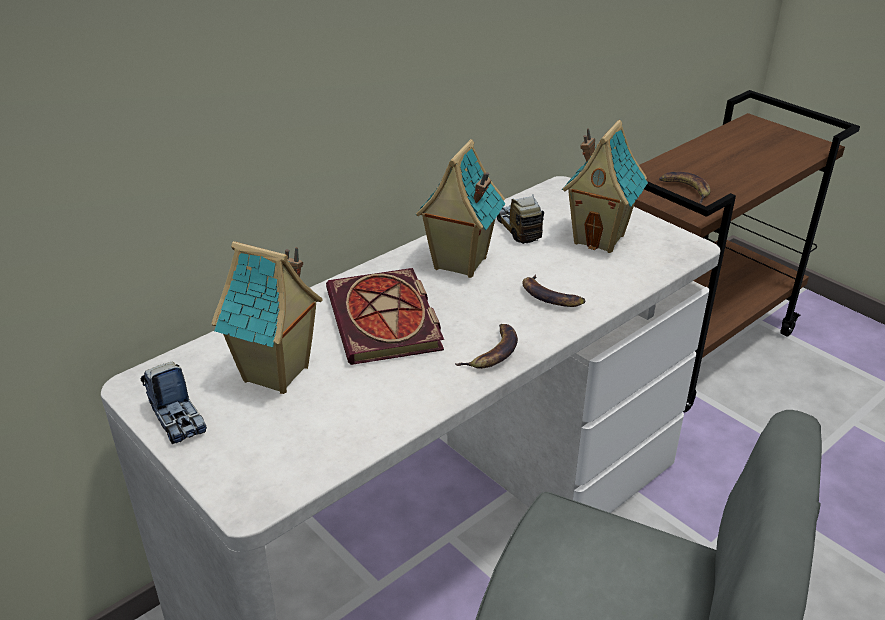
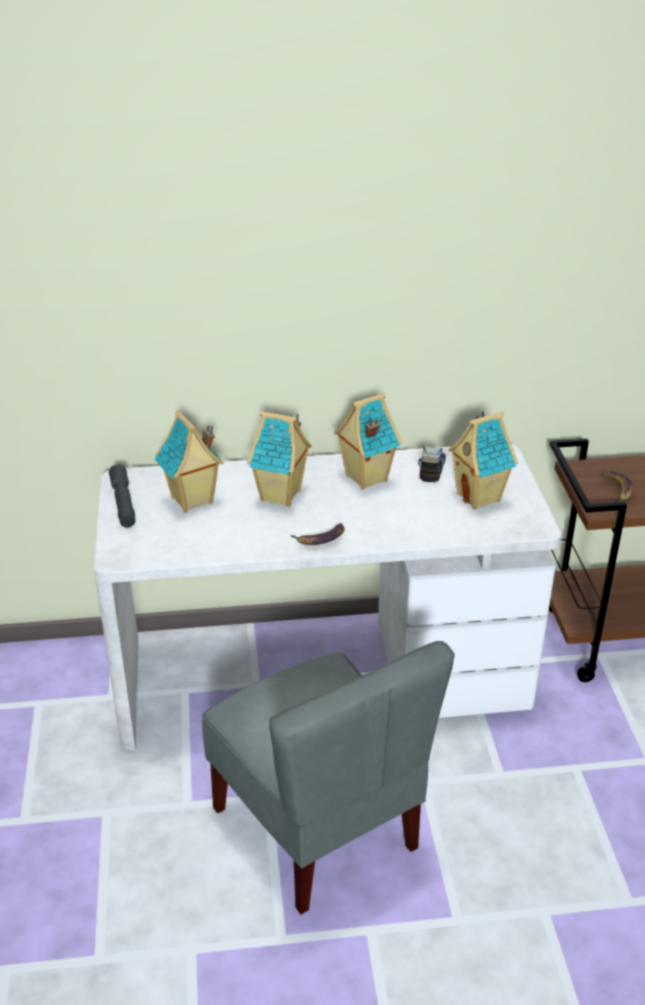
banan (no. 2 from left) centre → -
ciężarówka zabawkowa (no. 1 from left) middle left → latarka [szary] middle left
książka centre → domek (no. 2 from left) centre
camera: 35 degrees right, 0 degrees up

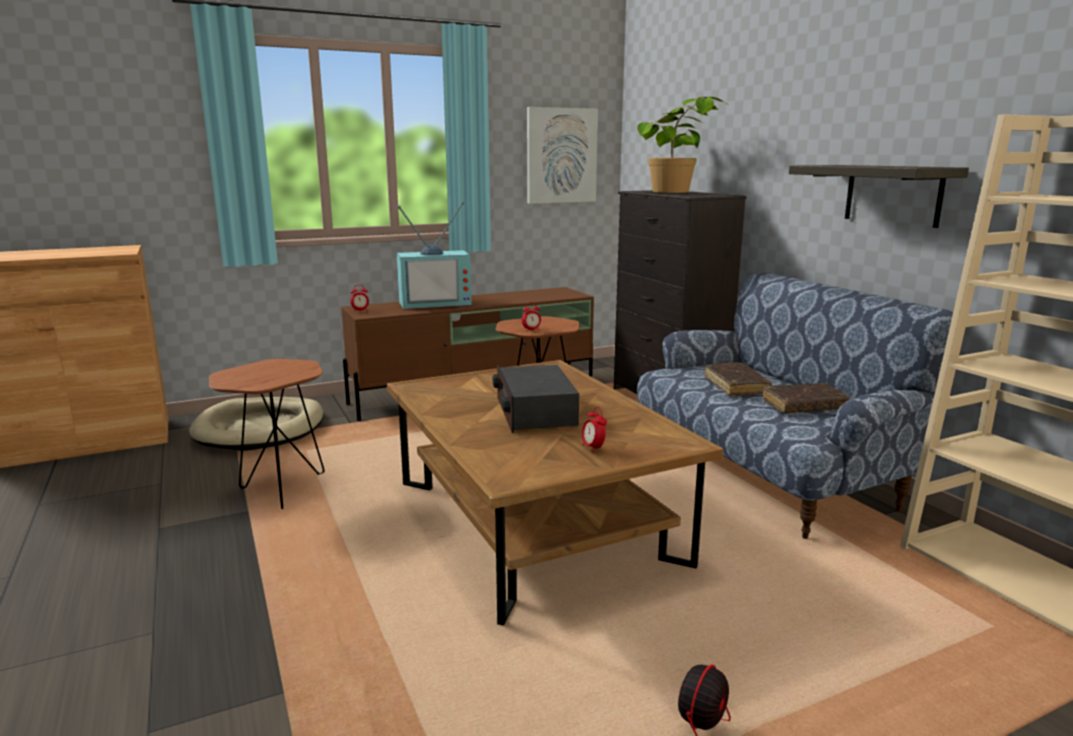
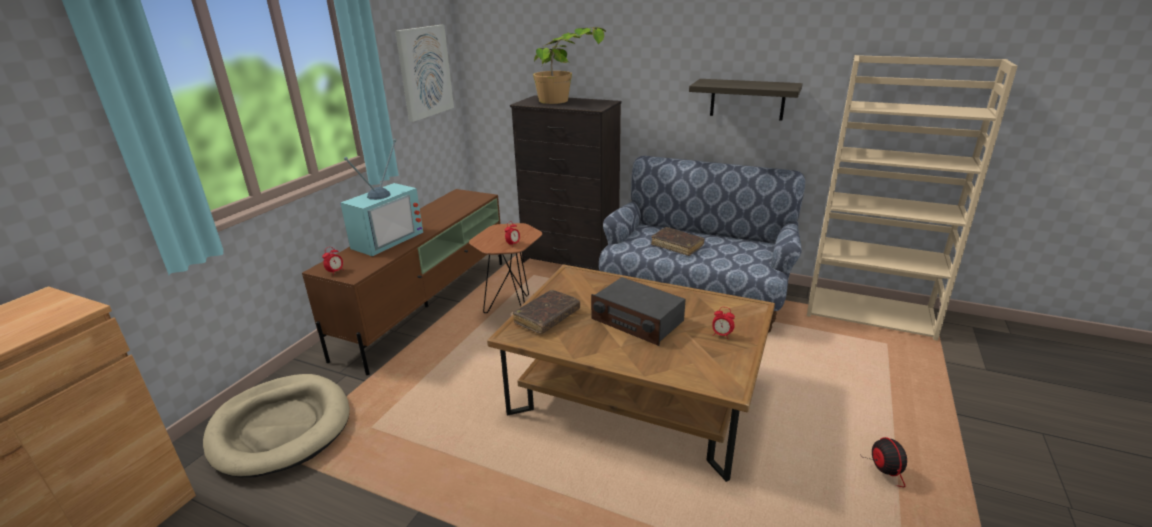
stolik [brązowy] (no. 1 from left) middle left → -
książka [brązowy] (no. 2 from left in the first image) middle right → książka [brązowy] (no. 1 from left) centre, relocated
camera: 40 degrees left, 10 degrees up

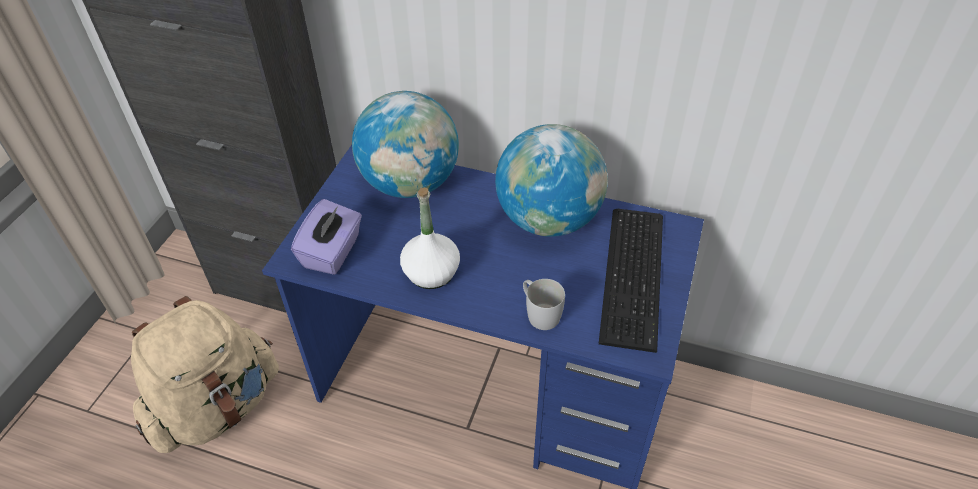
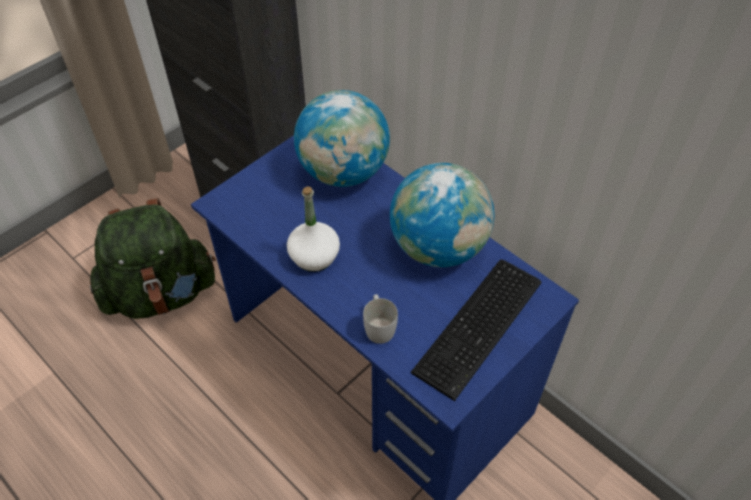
pudełko chusteczek [fioletowy] centre → -
plecak [beżowy] bottom left → plecak [zielony] middle left
camera: 25 degrees right, 5 degrees up

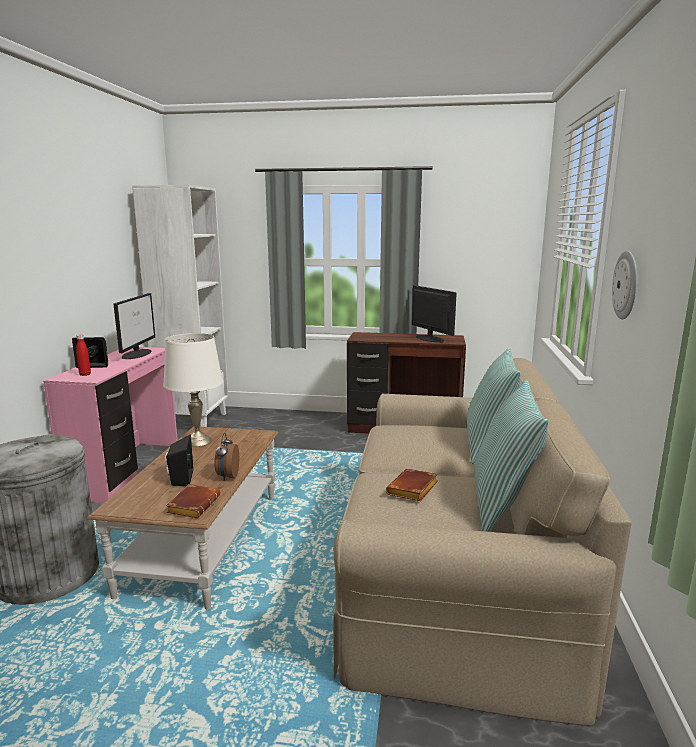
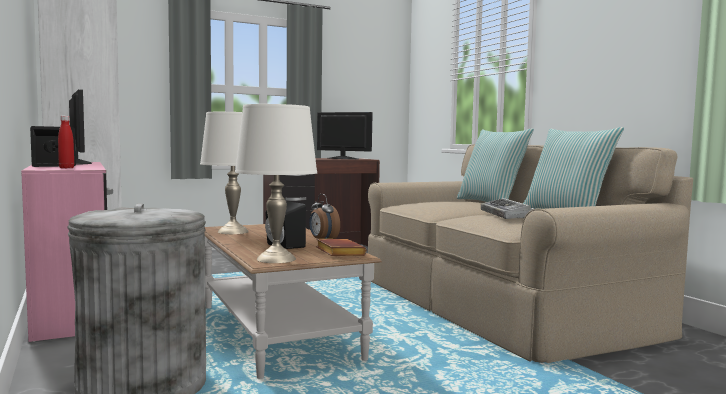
zegar ścienny middle right → -
- → lampa stołowa [biały] (no. 2 from left) centre
książka [brązowy] (no. 2 from left) centre → klawiatura middle right
camera: 35 degrees left, 10 degrees down

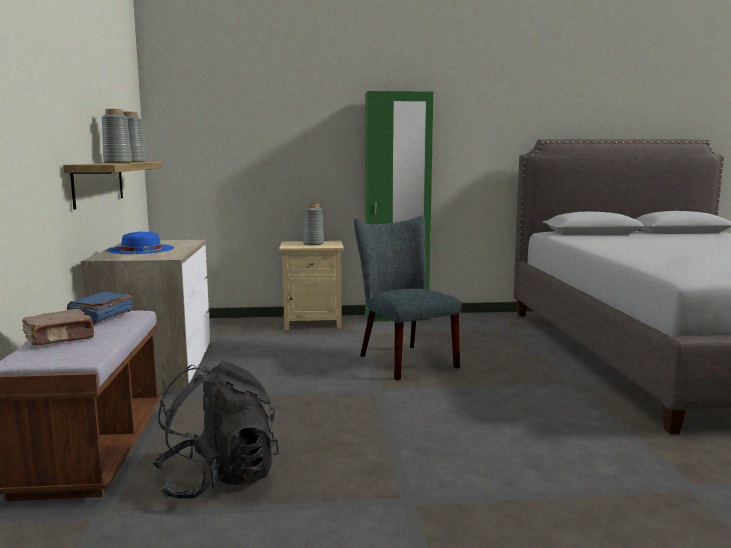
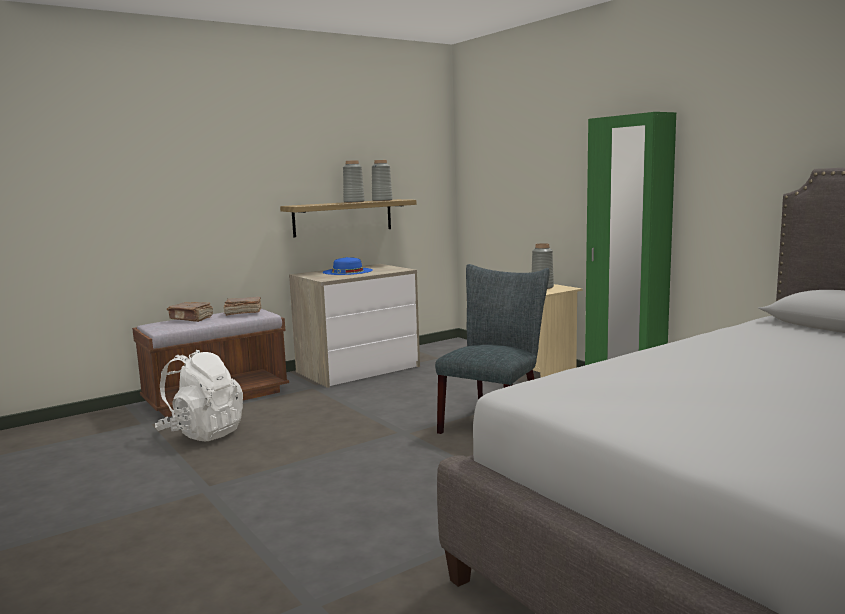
książka [niebieski] middle left → książka [brązowy] (no. 2 from left) middle left
plecak [czarny] bottom left → plecak [biały] middle left
camera: 60 degrees right, 0 degrees up

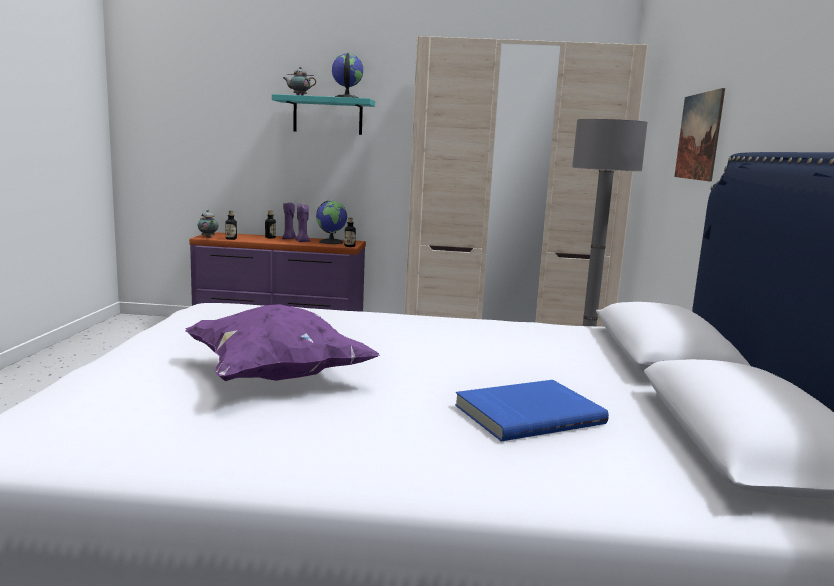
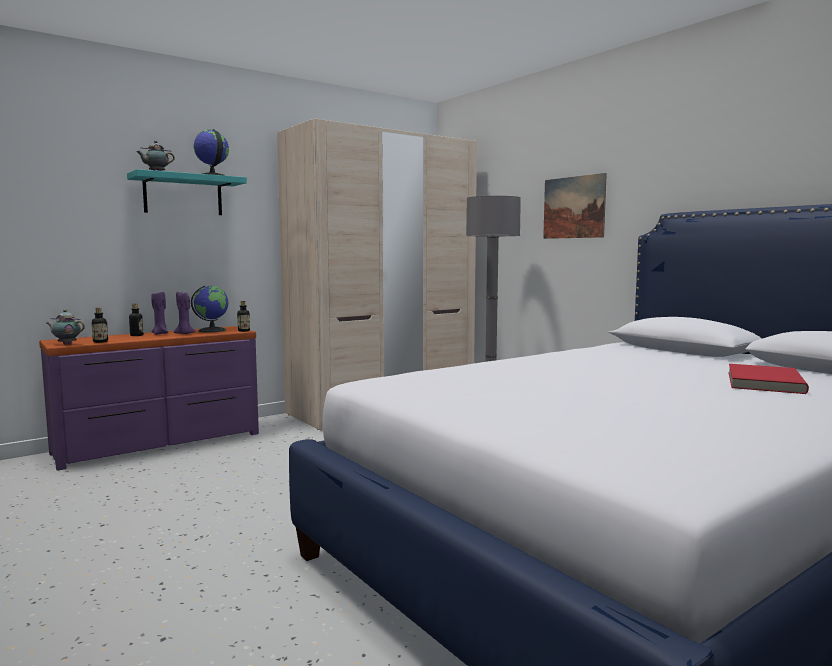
poduszka [fioletowy] centre → -
książka [niebieski] bottom centre → książka [czerwony] middle right
camera: 40 degrees left, 5 degrees down

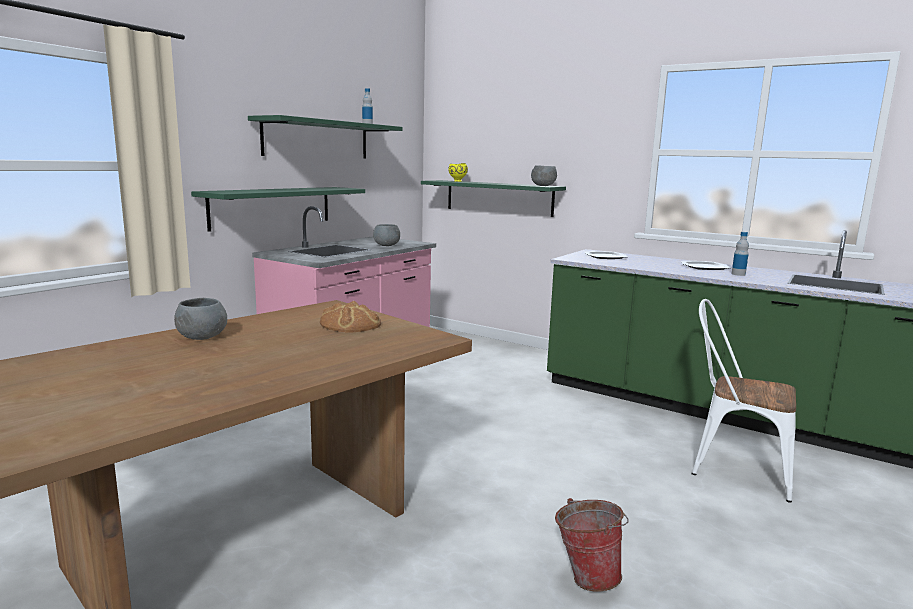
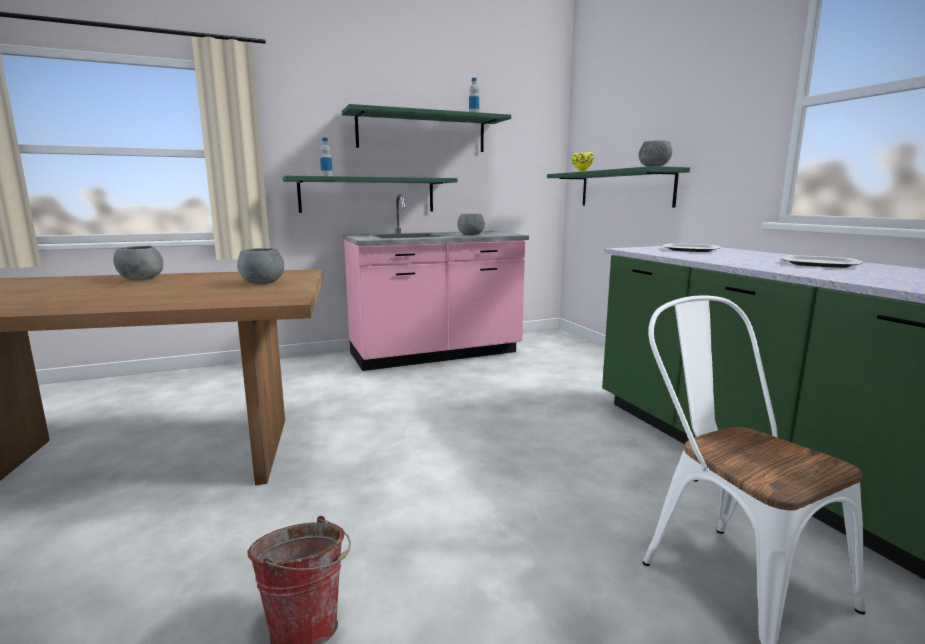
butelka (no. 2 from left in the first image) middle right → butelka (no. 1 from left) top centre, relocated
chleb centre → miska [szary] (no. 2 from left) middle left
camera: 35 degrees right, 0 degrees up

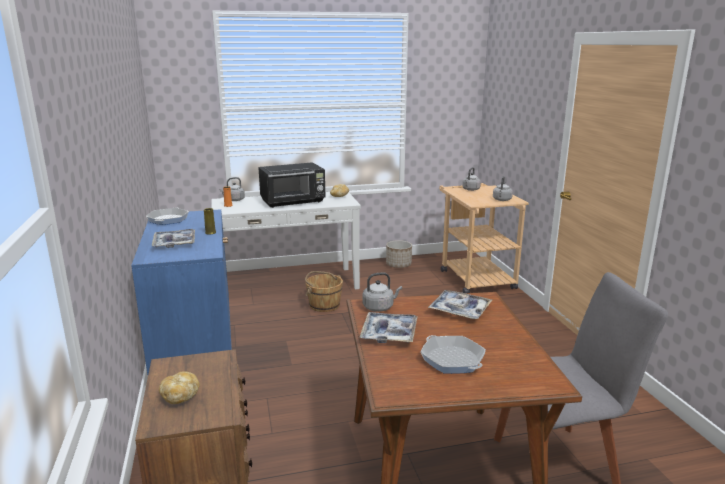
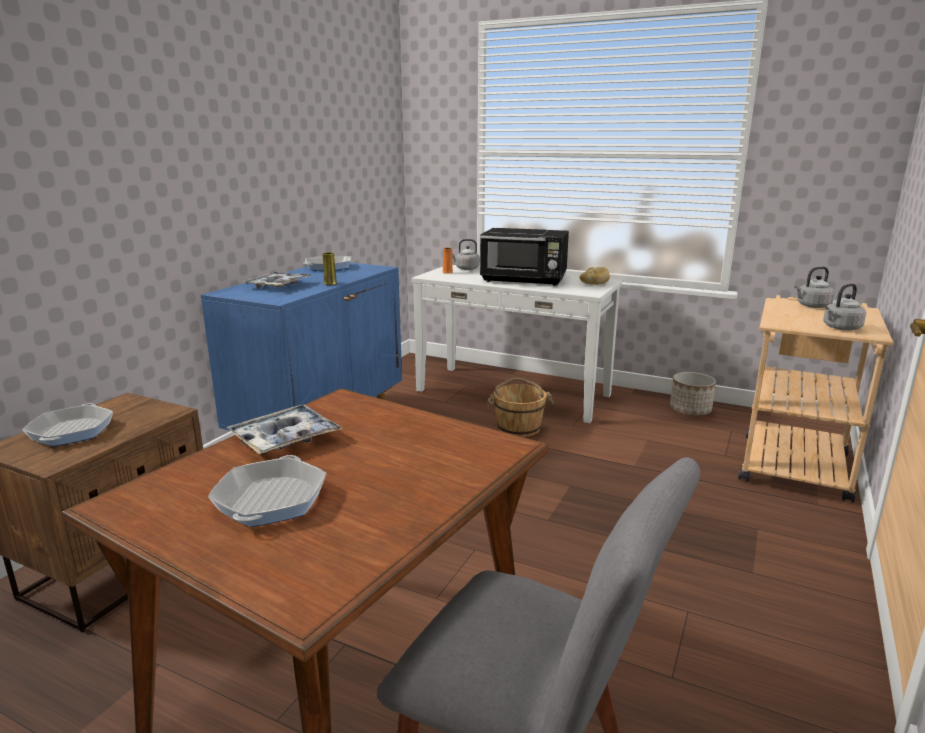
czajnik [szary] (no. 2 from left) centre → -
taca (no. 3 from left) centre → -
chleb (no. 1 from left) bottom left → patelnia (no. 1 from left) middle left
camera: 40 degrees right, 0 degrees up

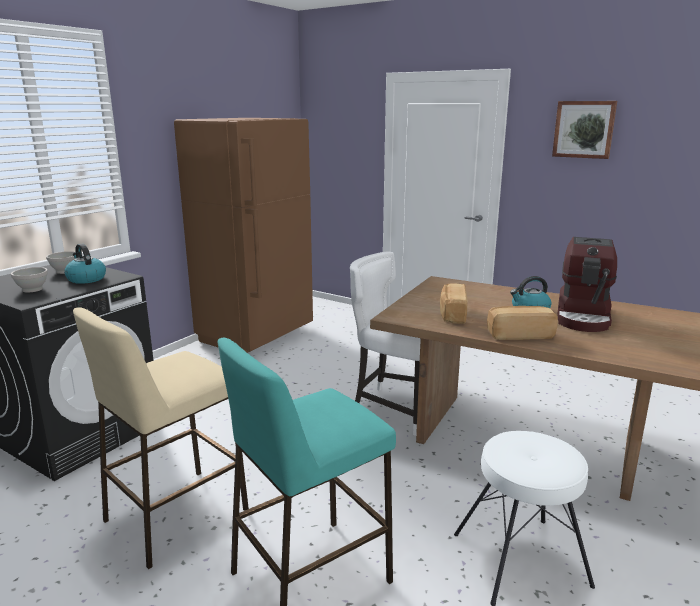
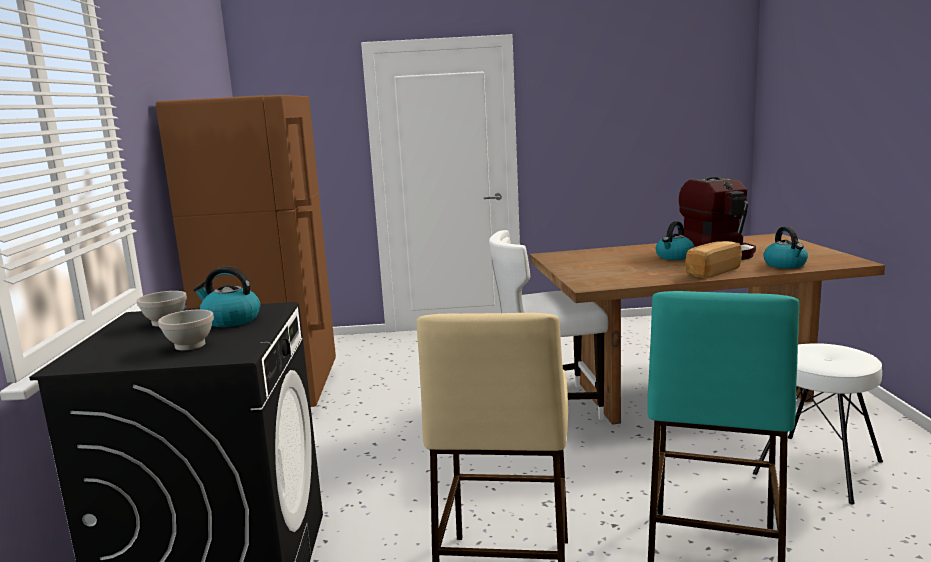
chleb (no. 1 from left) centre → -
obraz top right → -
- → czajnik (no. 3 from left) middle right
camera: 35 degrees left, 5 degrees down

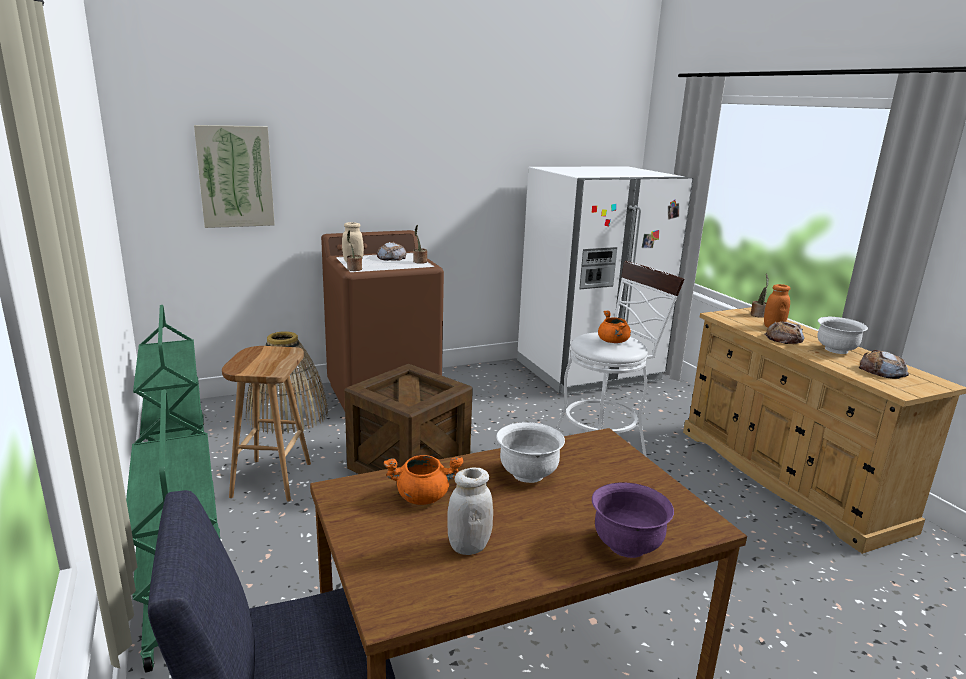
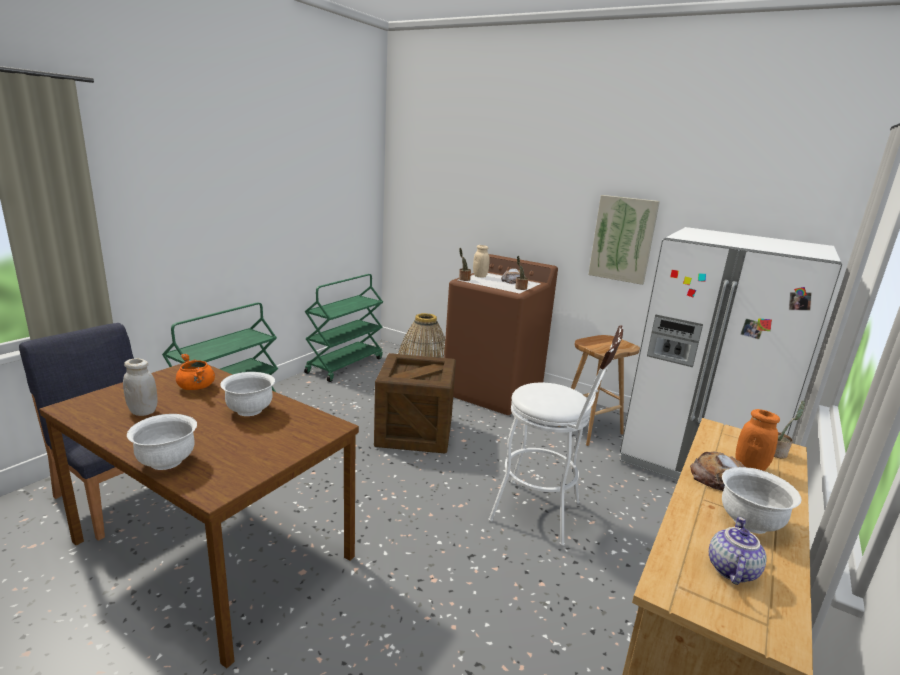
garnek [pomarańczowy] (no. 2 from left) centre → -
obraz top left → obraz middle right, relocated
stołek [brązowy] middle left → stołek [brązowy] centre, relocated
chleb (no. 3 from left) middle right → imbryk bottom right
miska [fioletowy] bottom centre → miska [biały] (no. 1 from left) middle left
camera: 55 degrees right, 0 degrees up

